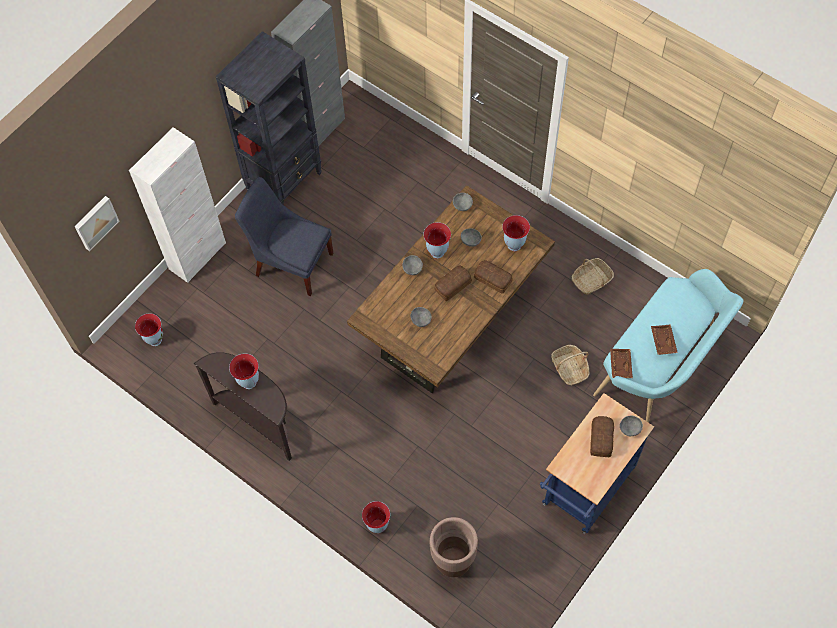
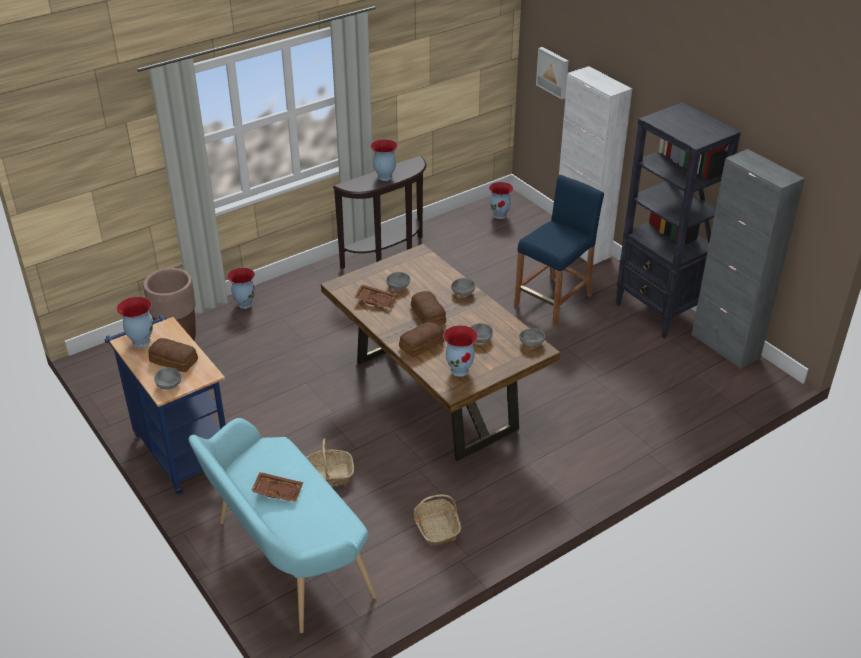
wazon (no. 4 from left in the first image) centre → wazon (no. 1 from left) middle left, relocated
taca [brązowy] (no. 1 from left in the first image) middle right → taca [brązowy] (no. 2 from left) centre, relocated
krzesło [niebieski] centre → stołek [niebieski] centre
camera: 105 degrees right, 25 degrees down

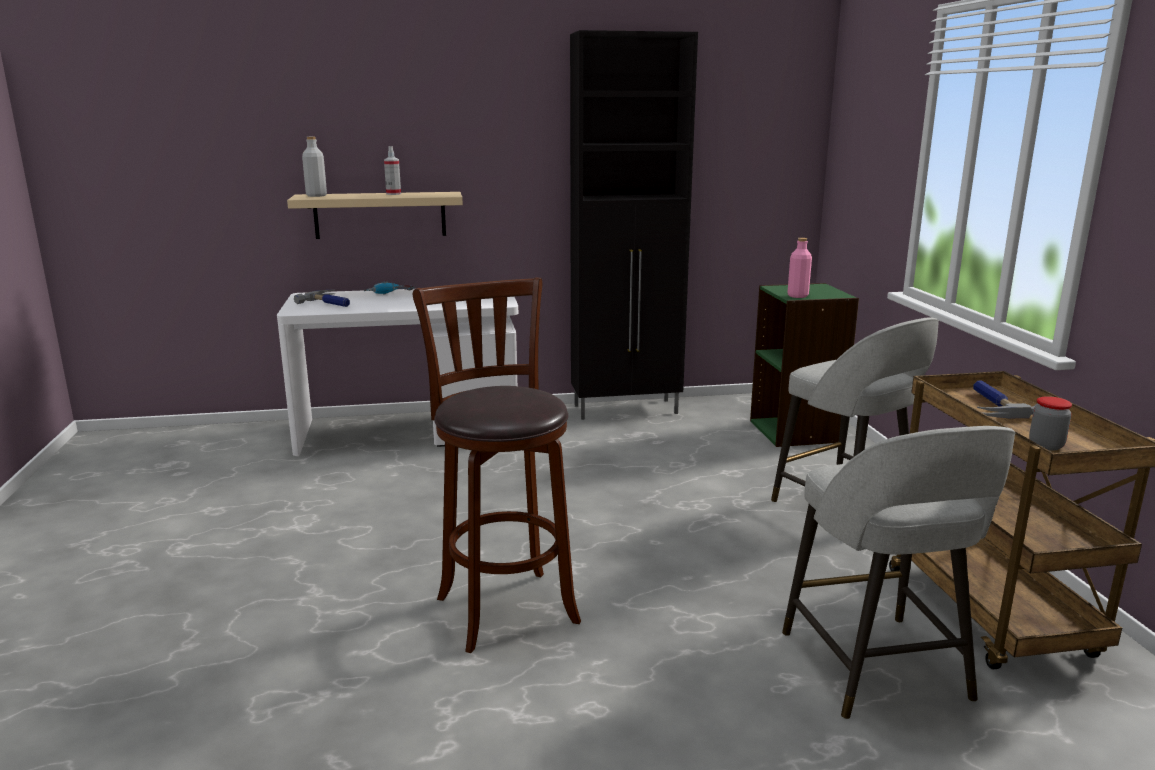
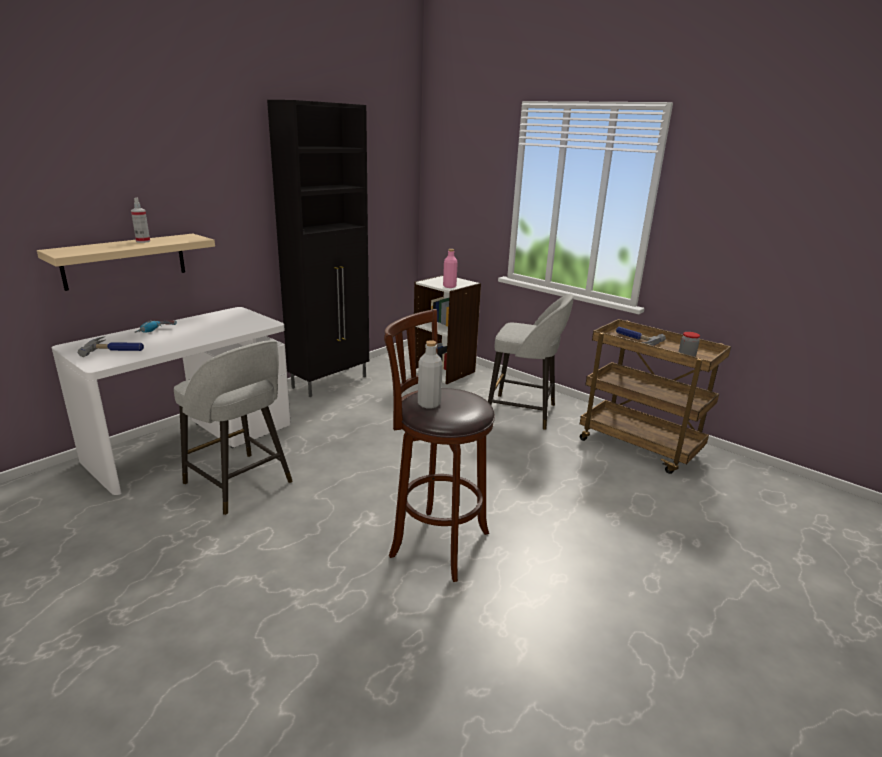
butelka [szary] top left → butelka [szary] centre, relocated
stołek [szary] (no. 2 from left in the first image) bottom right → stołek [szary] (no. 1 from left) middle left, relocated
regał [zielony] middle right → regał [biały] centre
camera: 40 degrees left, 5 degrees up

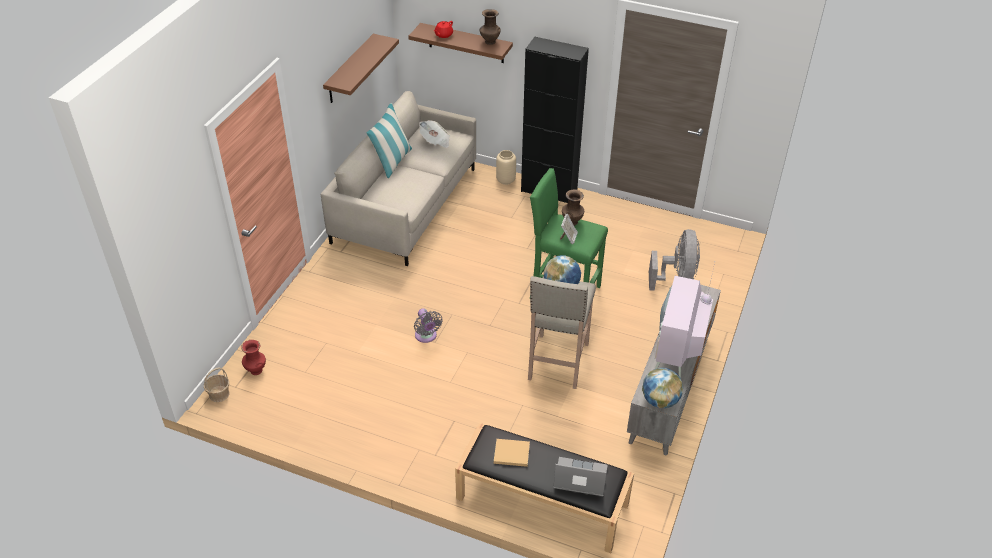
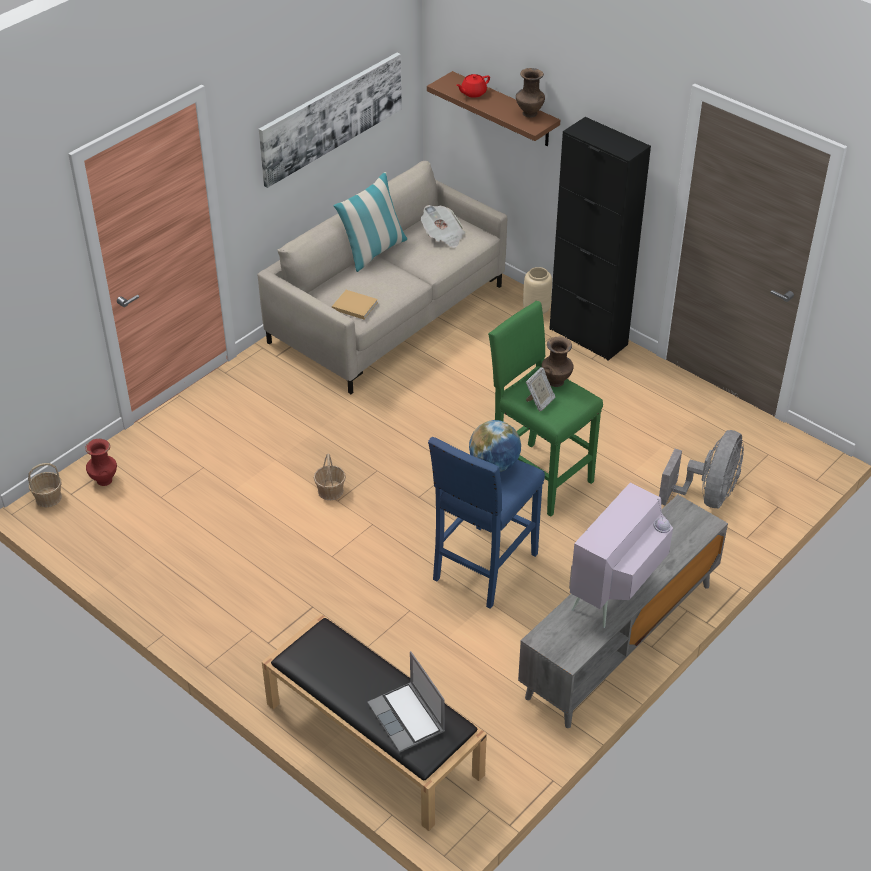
globus (no. 2 from left) bottom right → -
książka [beżowy] bottom centre → książka [beżowy] centre, relocated
półka [brązowy] (no. 1 from left) top centre → obraz top centre
wentylator [szary] (no. 1 from left) centre → koszyk (no. 2 from left) centre
stołek [beżowy] centre → stołek [niebieski] centre
laptop bottom centre, 150 degrees counterclockwise
camera: 20 degrees right, 0 degrees up

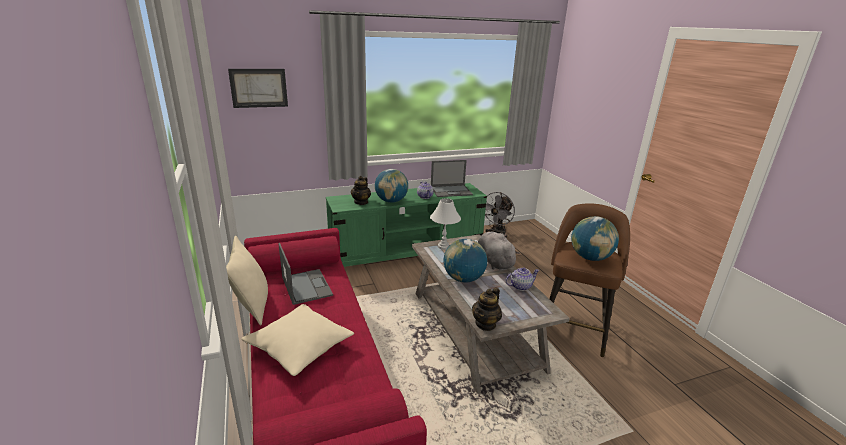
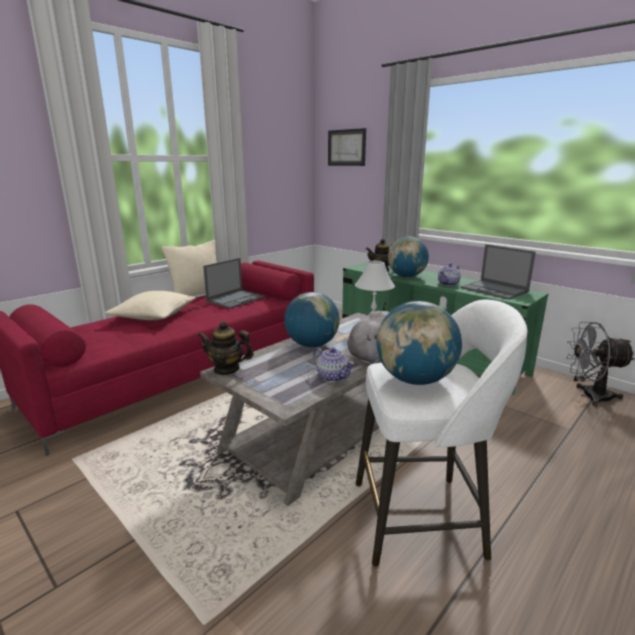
stołek [brązowy] middle right → stołek [biały] bottom right
camera: 65 degrees right, 5 degrees down

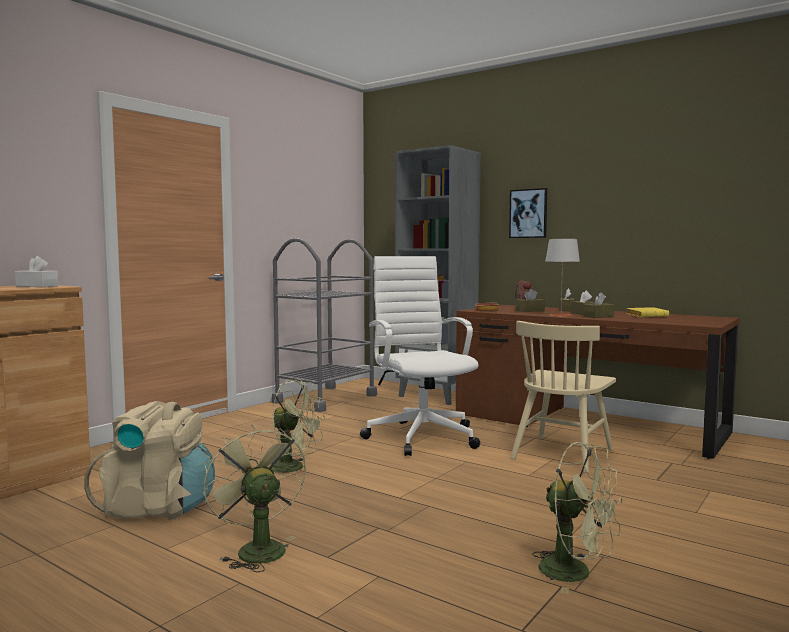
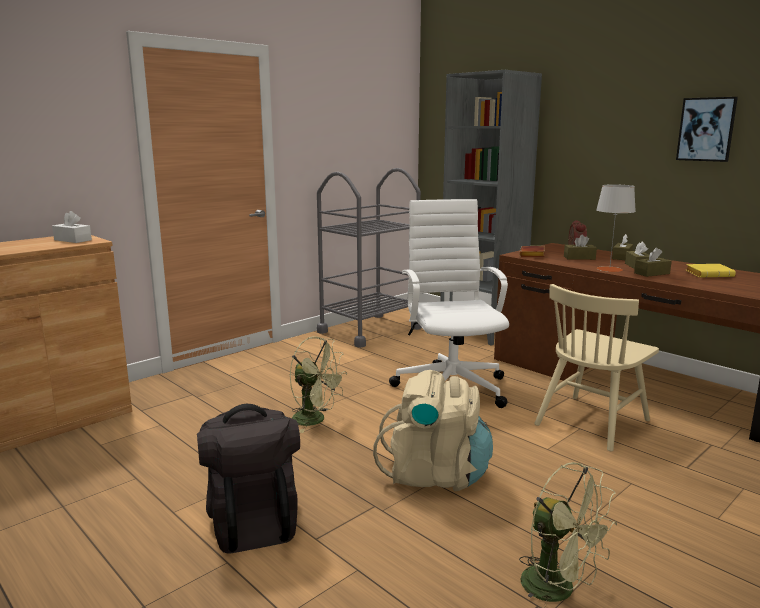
plecak [beżowy] bottom left → plecak [beżowy] bottom centre, relocated
obraz middle right → obraz top right, relocated
wentylator [zielony] (no. 1 from left) bottom left → plecak [czarny] bottom left
camera: 10 degrees right, 10 degrees up

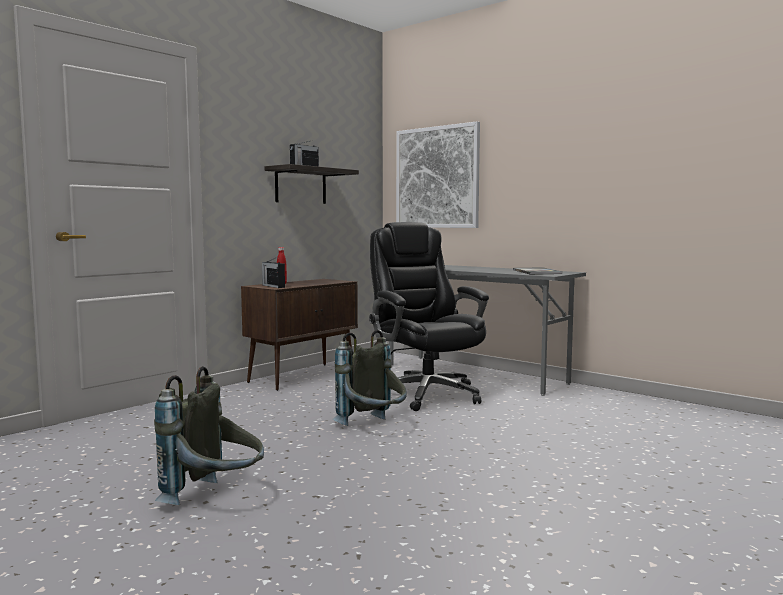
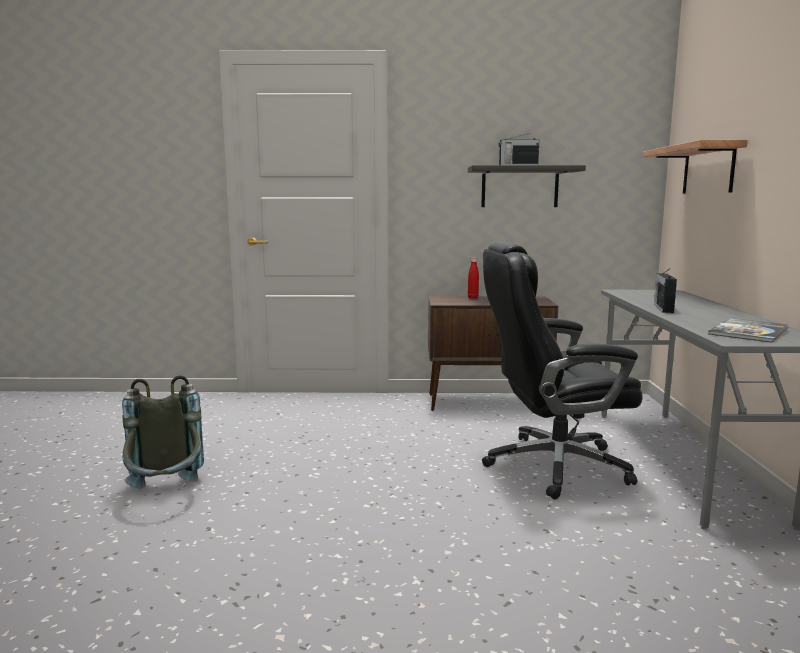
plecak [szary] (no. 2 from left) centre → -
radio (no. 1 from left in the first image) centre → radio (no. 2 from left) middle right, relocated
obraz top centre → półka (no. 2 from left) top right
krzesło biurowe [czarny] centre → krzesło biurowe [czarny] middle right, 120 degrees counterclockwise
camera: 50 degrees right, 5 degrees up

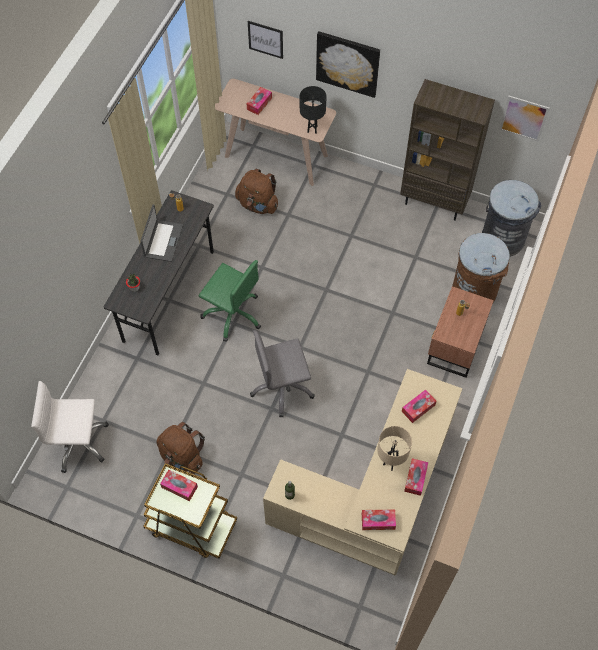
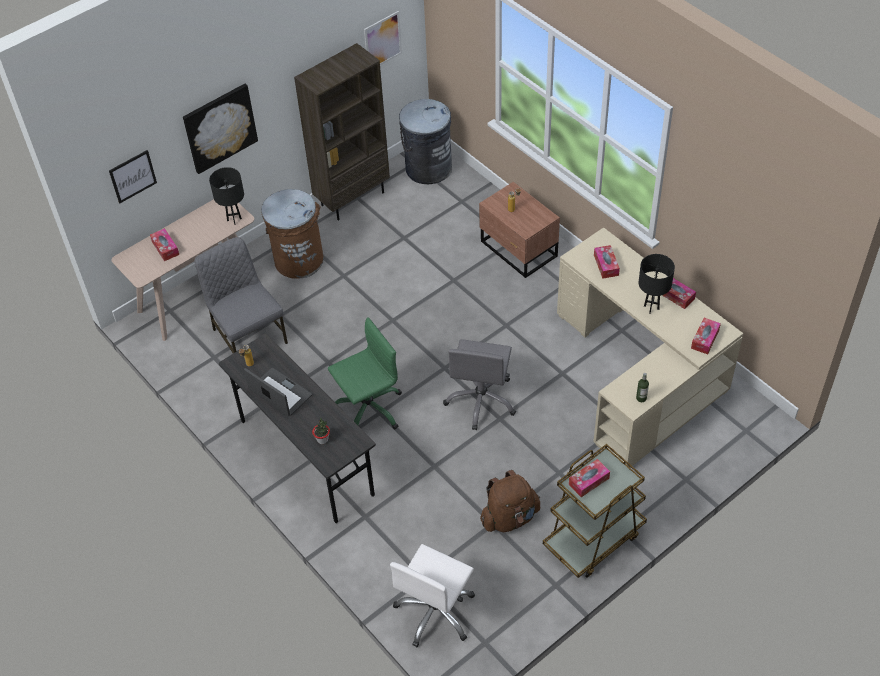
kosz na śmieci [brązowy] middle right → kosz na śmieci [brązowy] middle left, relocated
plecak [brązowy] (no. 2 from left) top centre → krzesło [szary] middle left
lampa stołowa [beżowy] bottom centre → lampa stołowa [czarny] (no. 2 from left) middle right
camera: 60 degrees left, 10 degrees down

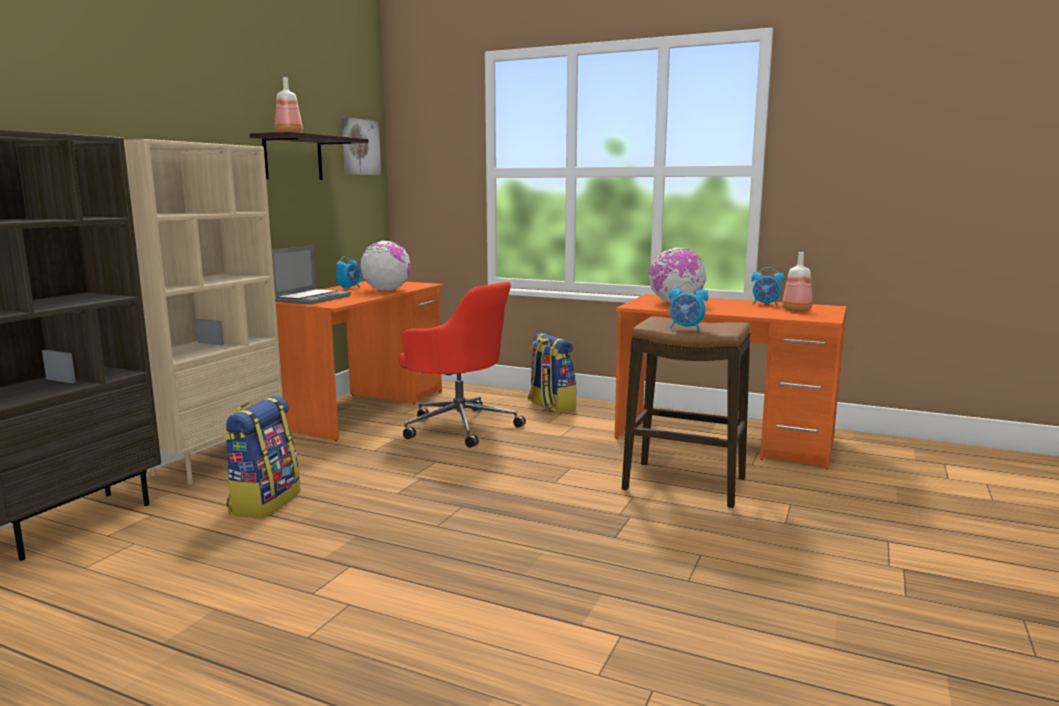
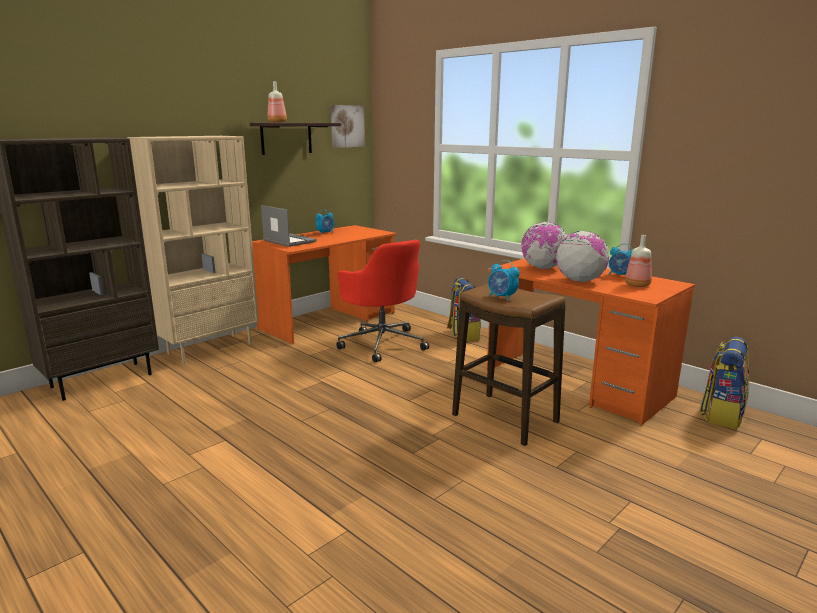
plecak (no. 1 from left in the first image) middle left → plecak (no. 2 from left) middle right, relocated
globus (no. 1 from left in the first image) centre → globus (no. 2 from left) middle right, relocated
laptop middle left → laptop centre, 90 degrees counterclockwise
camera: 20 degrees right, 5 degrees up

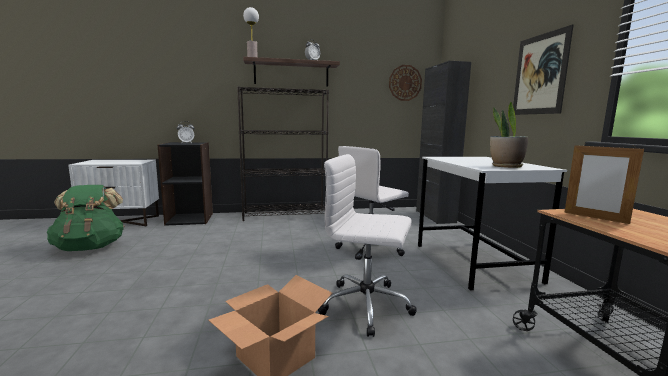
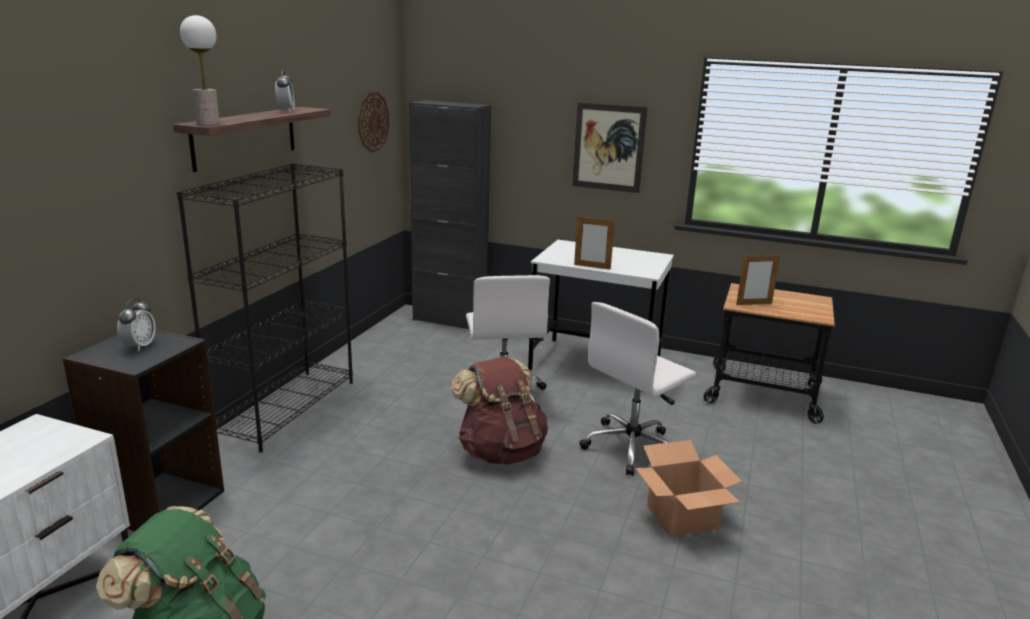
roślina doniczkowa middle right → -
- → plecak [brązowy] centre
- → ramka na zdjęcie (no. 1 from left) centre
camera: 60 degrees left, 10 degrees up

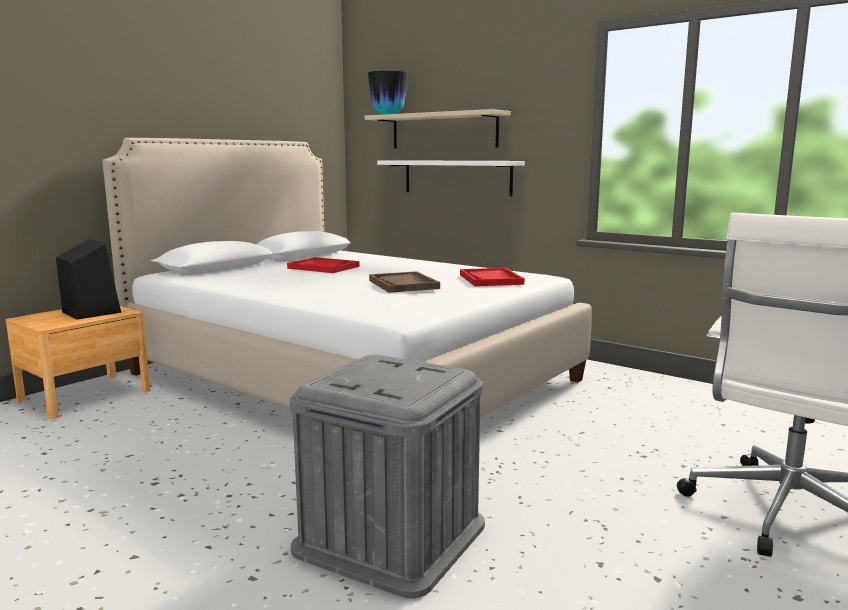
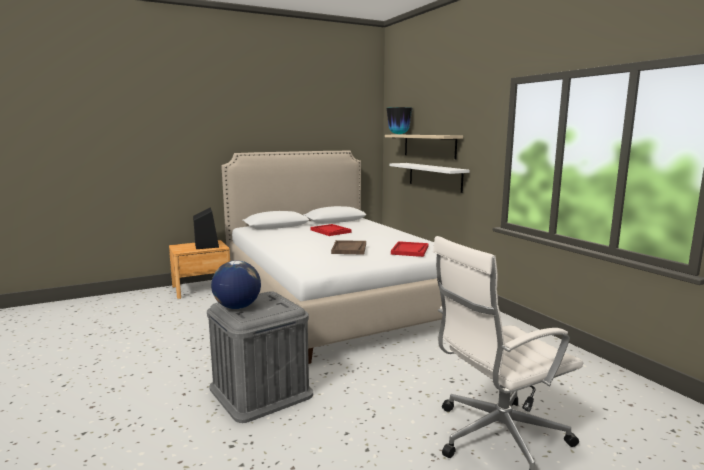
- → globus centre
camera: 25 degrees right, 0 degrees up

